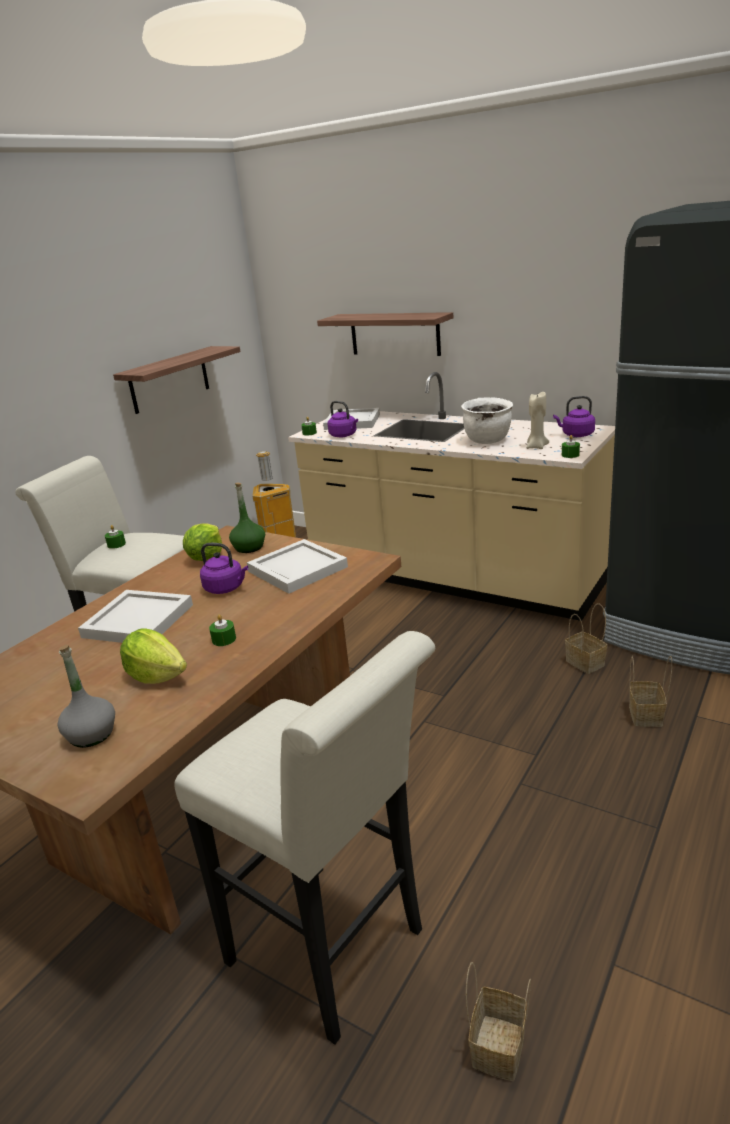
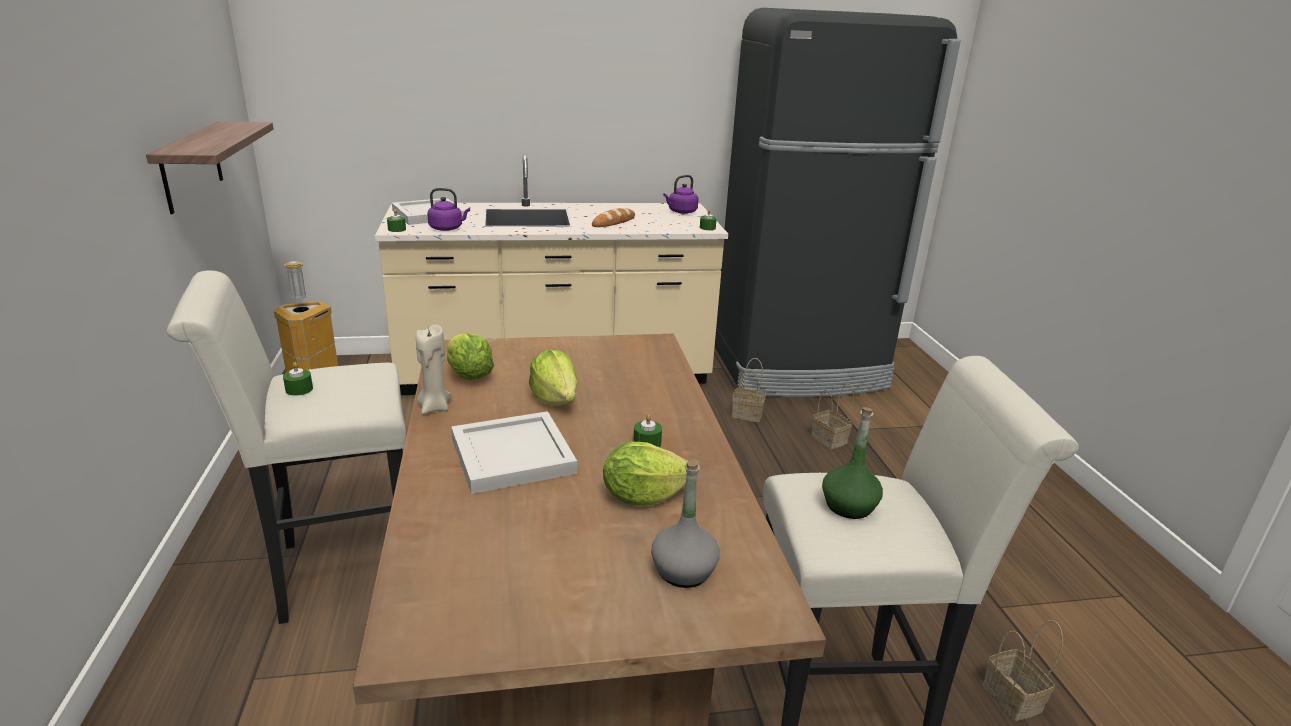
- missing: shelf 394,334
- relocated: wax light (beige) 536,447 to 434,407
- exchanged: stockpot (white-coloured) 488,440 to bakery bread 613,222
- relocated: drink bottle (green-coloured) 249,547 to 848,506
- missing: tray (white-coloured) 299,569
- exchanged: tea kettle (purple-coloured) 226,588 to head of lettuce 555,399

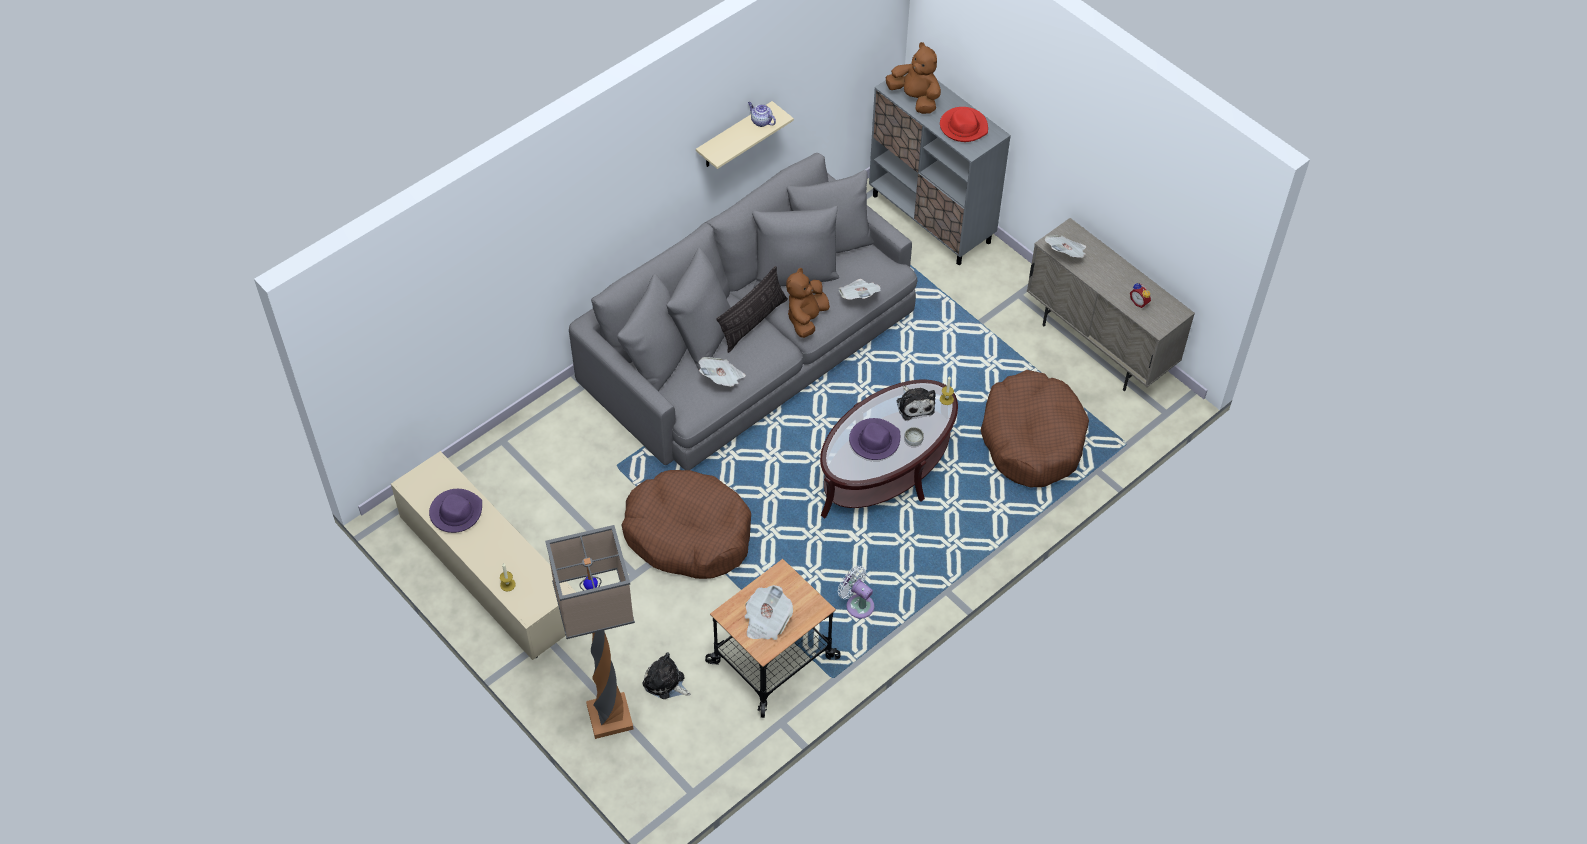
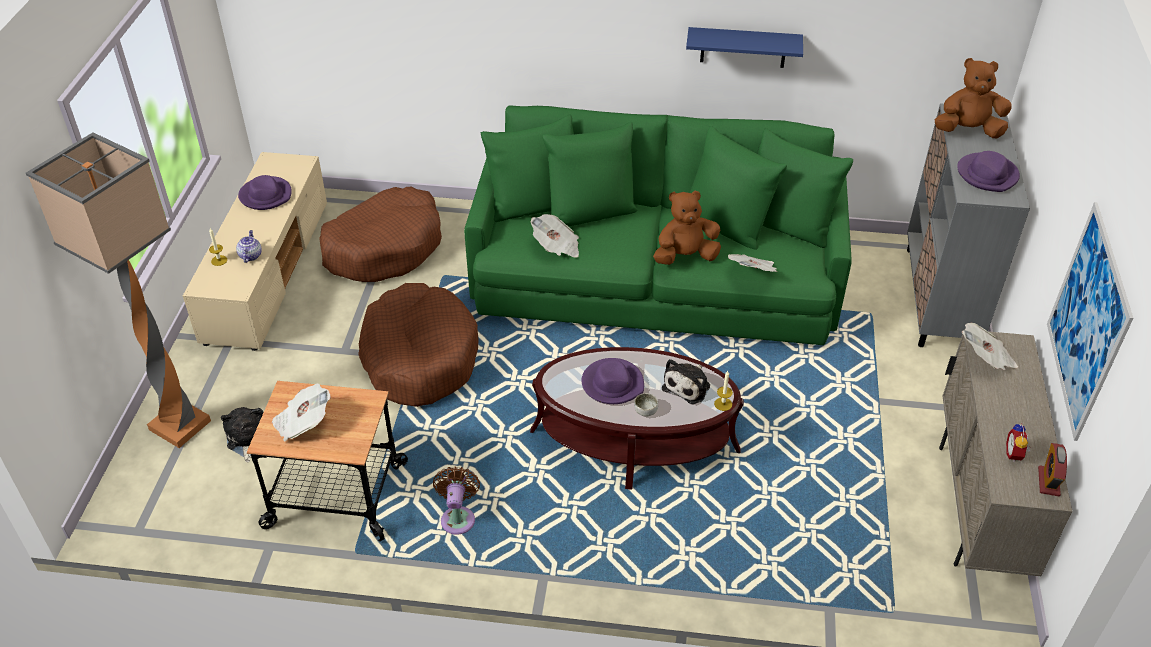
- spun: cuddly toy (brown) 915,98 = 968,131 90 degrees counterclockwise
- colour: shelf (beige) 734,136 to shelf (bluish) 743,47
- relocated: tea pot 761,121 to 250,255
- colour: hat (red) 963,126 to hat (purple-coloured) 987,175
- colour: settee (greyish) 750,345 to settee (green-coloured) 655,275
- missing: pillow 753,322
- relocated: pet bed (brown) 1032,438 to 384,247
- colour: cooling fan (white-coloured) 857,604 to cooling fan (brown) 458,517
- appeared: picture 1087,321
- appeared: bedside clock 1048,481

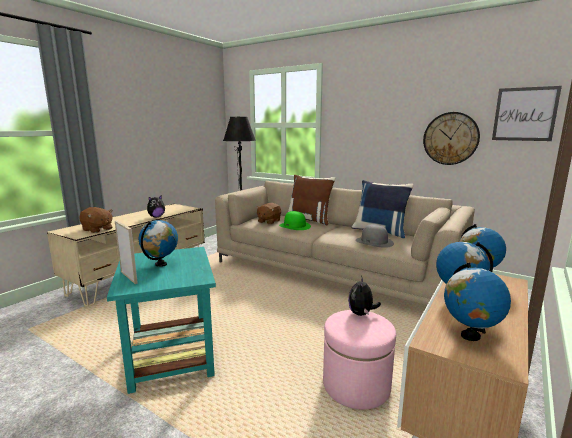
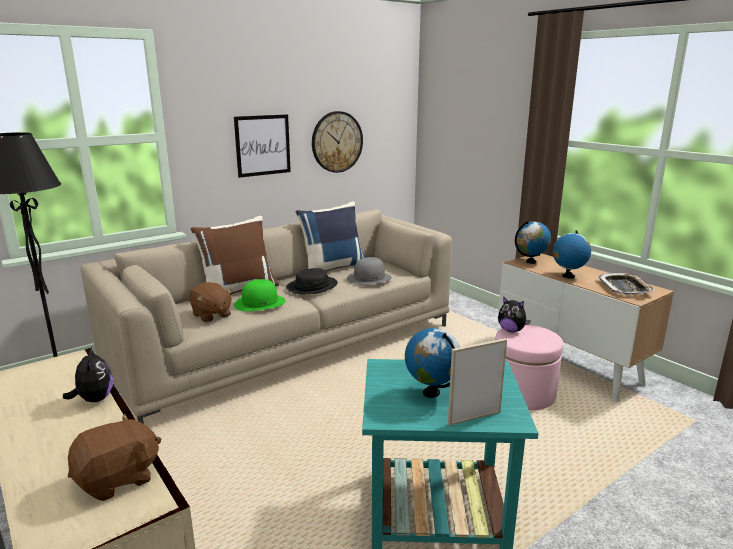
- relocated: picture 524,114 to 263,145
- exchanged: desk globe 470,336 to tray 625,288
- appeared: hat (black) 312,286

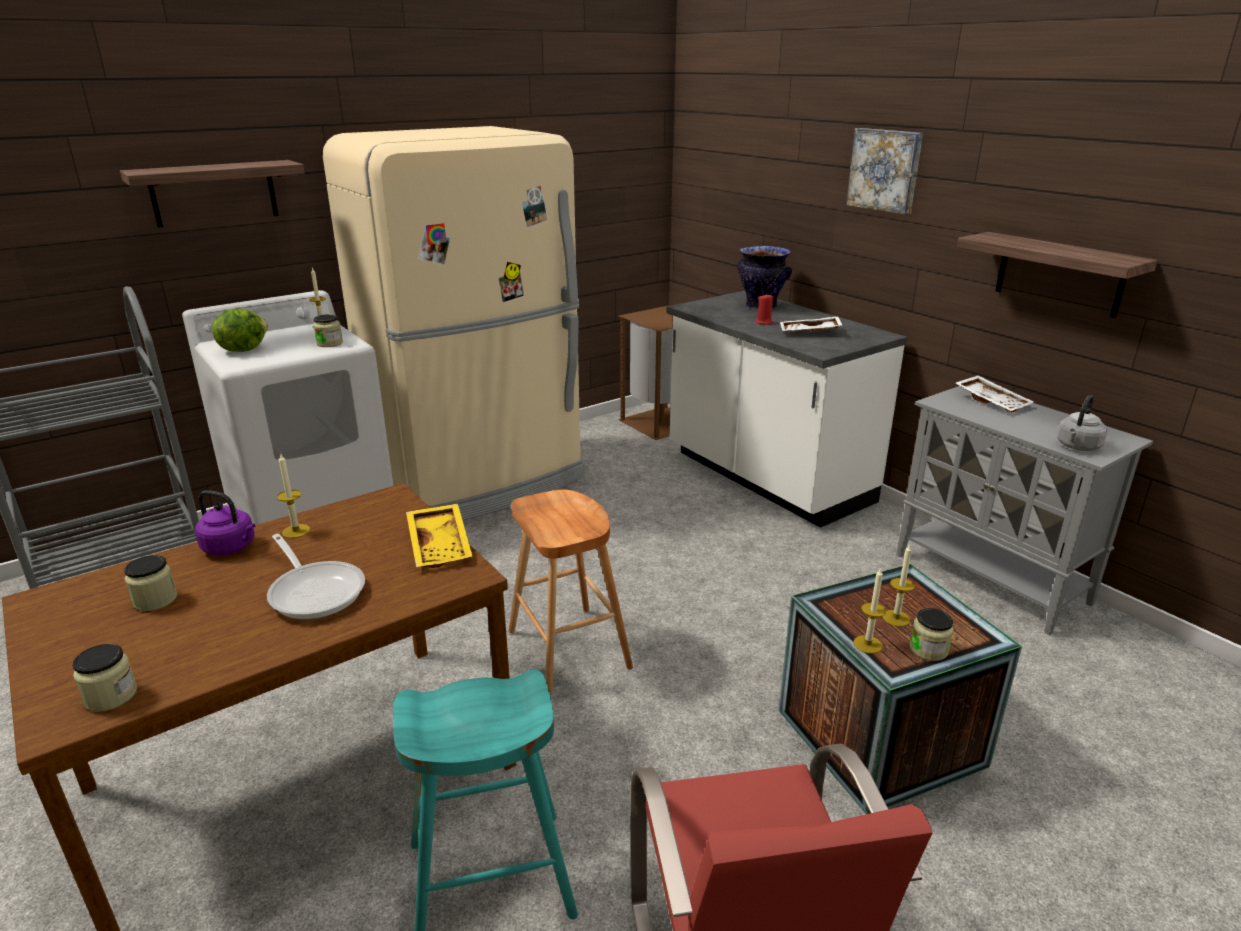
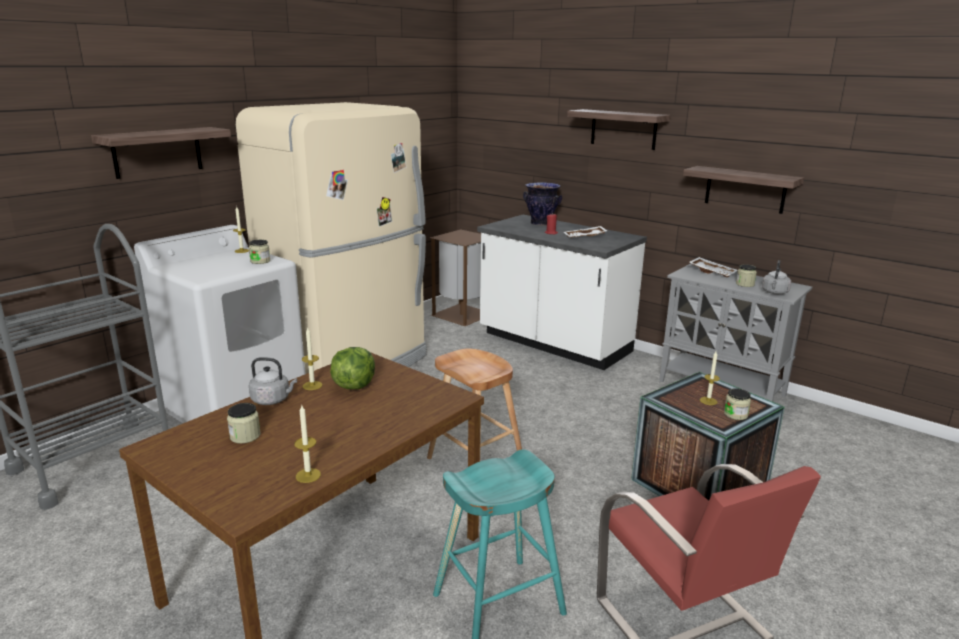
- exchanged: picture 885,170 to shelf 623,129
- relocated: head of lettuce 243,349 to 354,385
- colour: tea kettle (purple-coloured) 231,547 to tea kettle (greyish) 273,400
- missing: tray (yellowish) 441,545
- missing: pan 315,591
- relocated: wax light 867,644 to 308,475
- relocated: storage jar 111,696 to 745,284

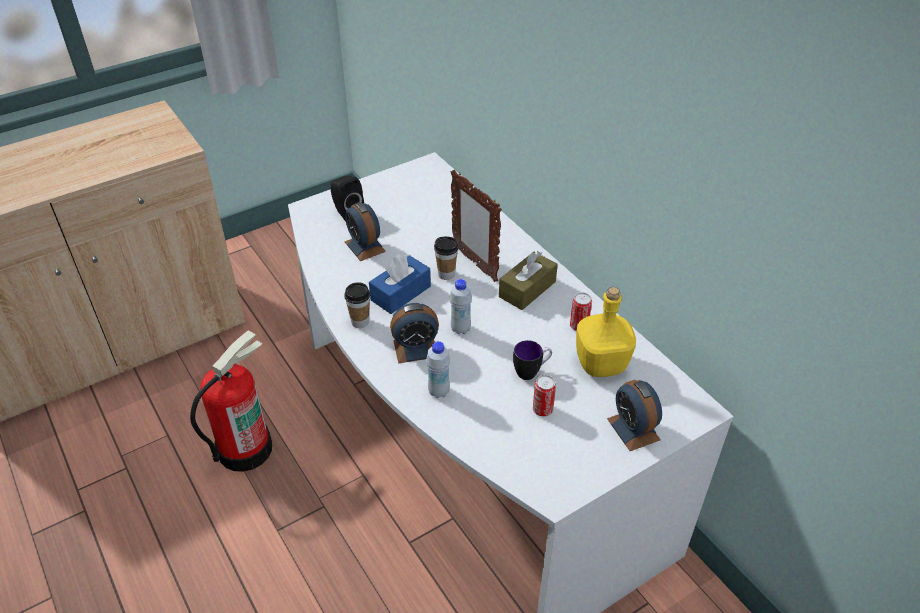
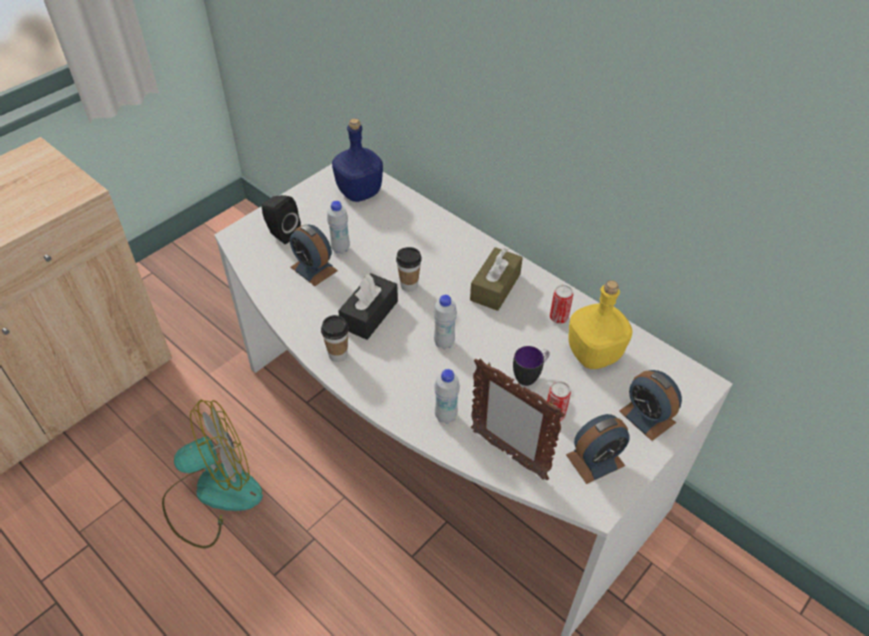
- relocated: photo frame 474,263 to 508,454
- colour: box of tissues (bluish) 400,293 to box of tissues (black) 369,314
- relocated: bedside clock 415,348 to 595,460
- exchanged: fire extinguisher 244,448 to cooling fan 212,495
- appeared: drink bottle (bluish) 360,192
- appeared: drink bottle (white-coloured) 340,249

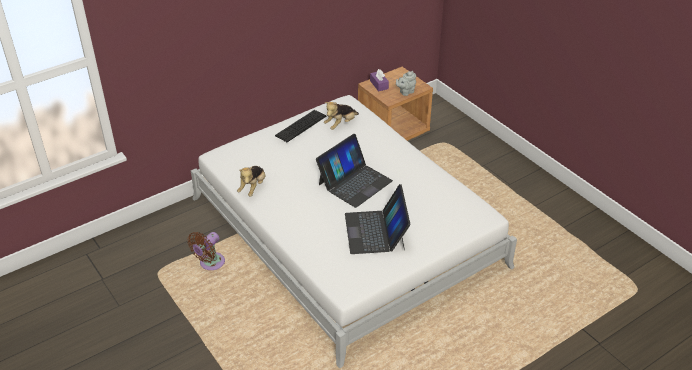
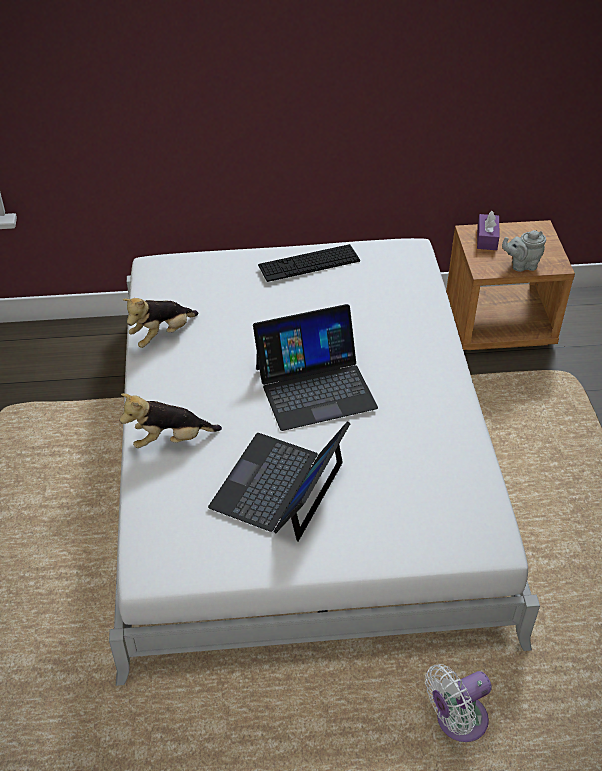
- relocated: cuddly toy 341,124 to 170,440
- missing: cooling fan (brown) 210,263
- appeared: cooling fan (white-coloured) 456,721

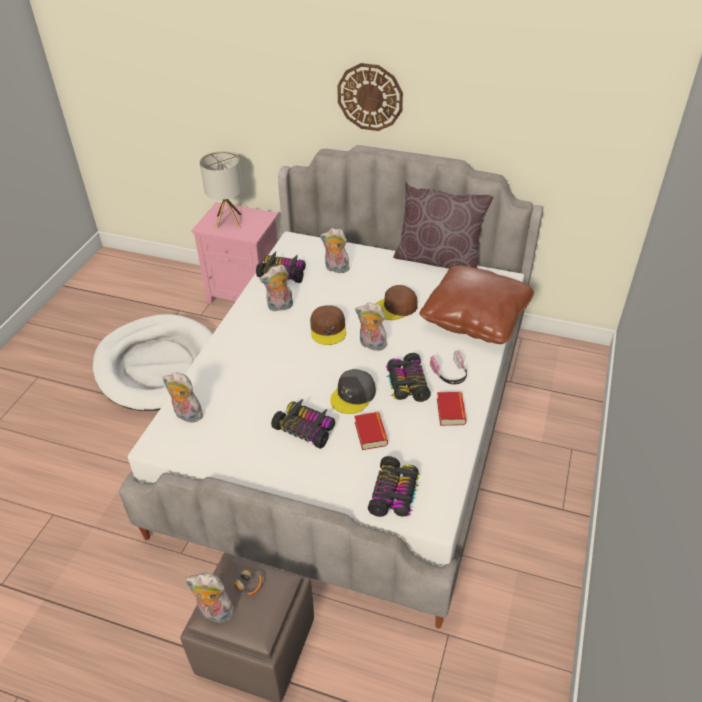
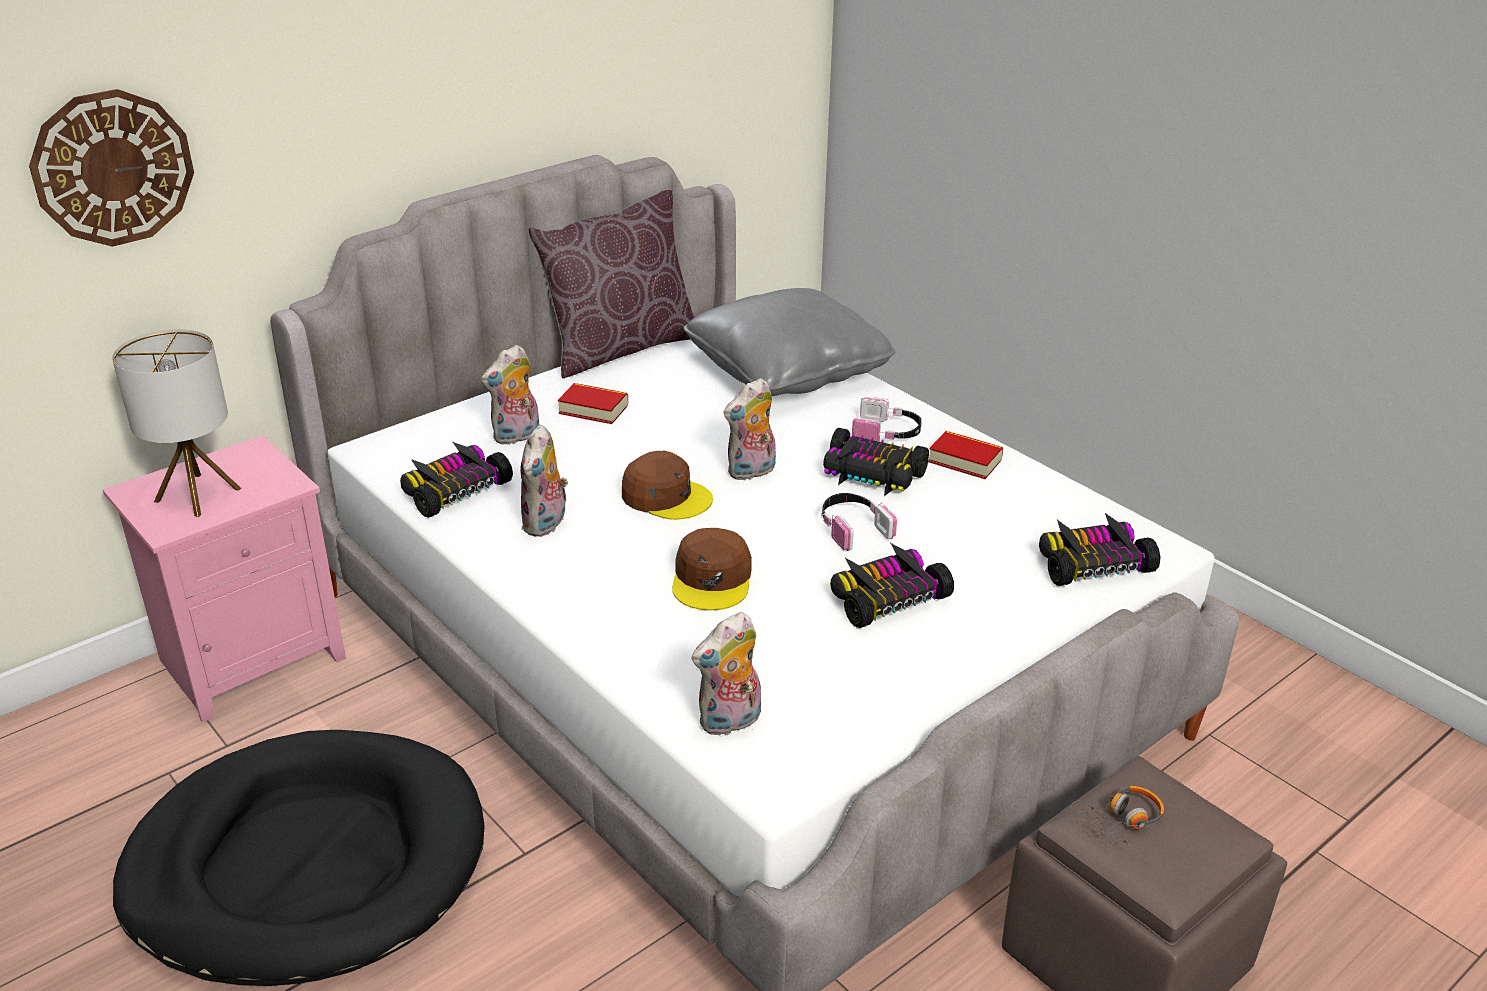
- relocated: wall clock 370,97 to 113,168
- colour: pillow (brown) 475,317 to pillow (greyish) 787,370
- relocated: baseball cap (brown) 396,307 to 712,579
- colour: pet bed (white-coloured) 159,366 to pet bed (black) 308,864
- exchanged: baseball cap (greyish) 353,395 to pair of headphones 852,528
- relocated: volume 370,434 to 593,409
- spun: model car 395,494 = 1092,564 60 degrees counterclockwise
- missing: cuddly toy 214,613

